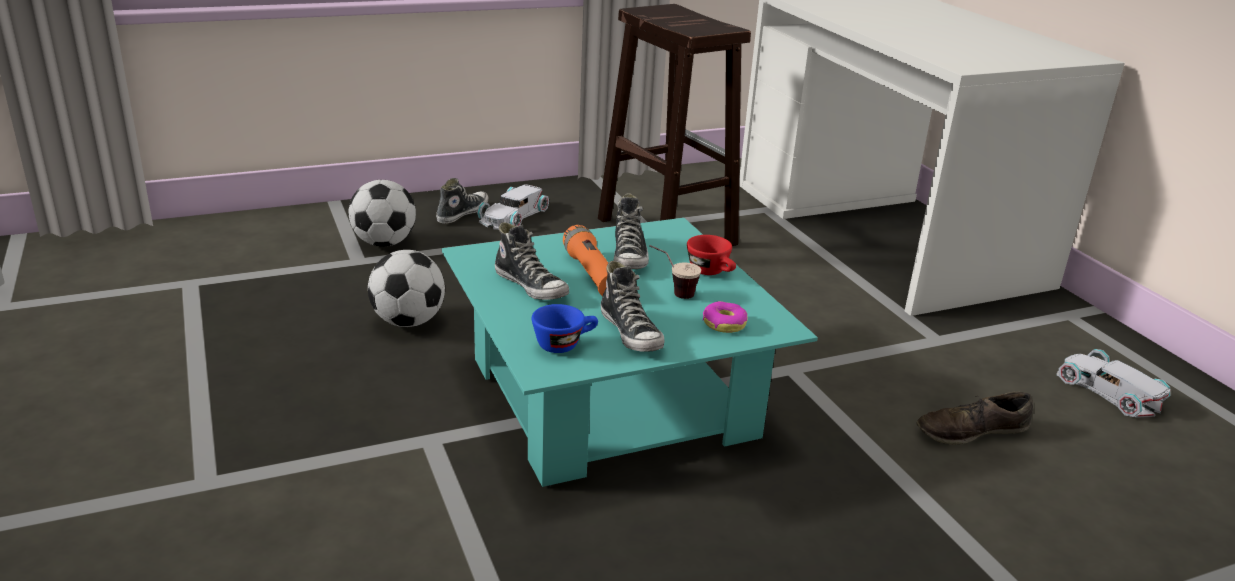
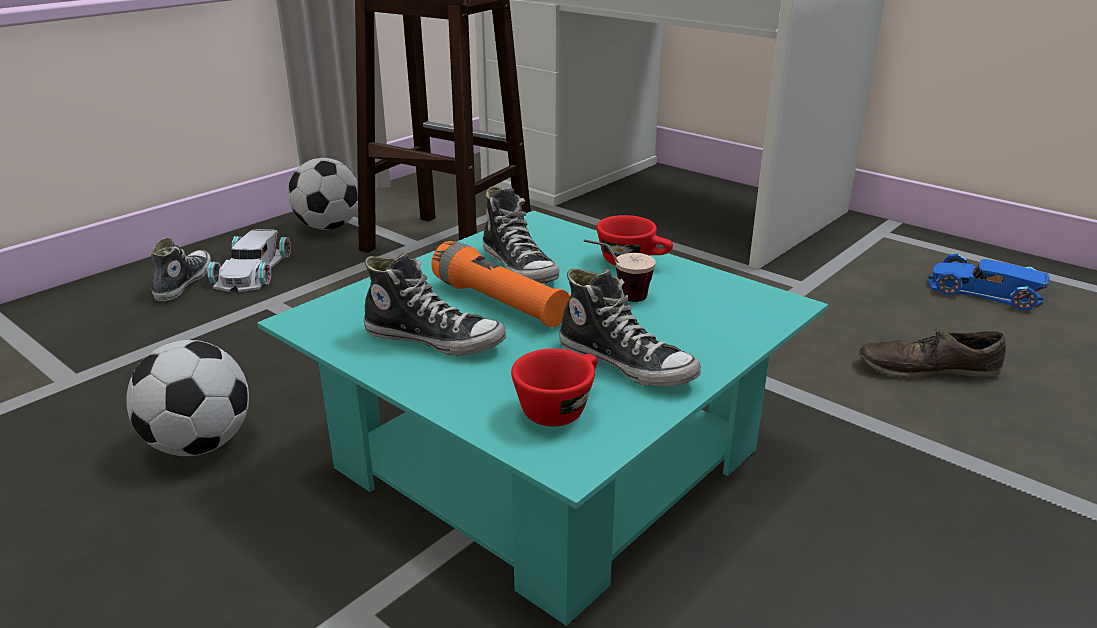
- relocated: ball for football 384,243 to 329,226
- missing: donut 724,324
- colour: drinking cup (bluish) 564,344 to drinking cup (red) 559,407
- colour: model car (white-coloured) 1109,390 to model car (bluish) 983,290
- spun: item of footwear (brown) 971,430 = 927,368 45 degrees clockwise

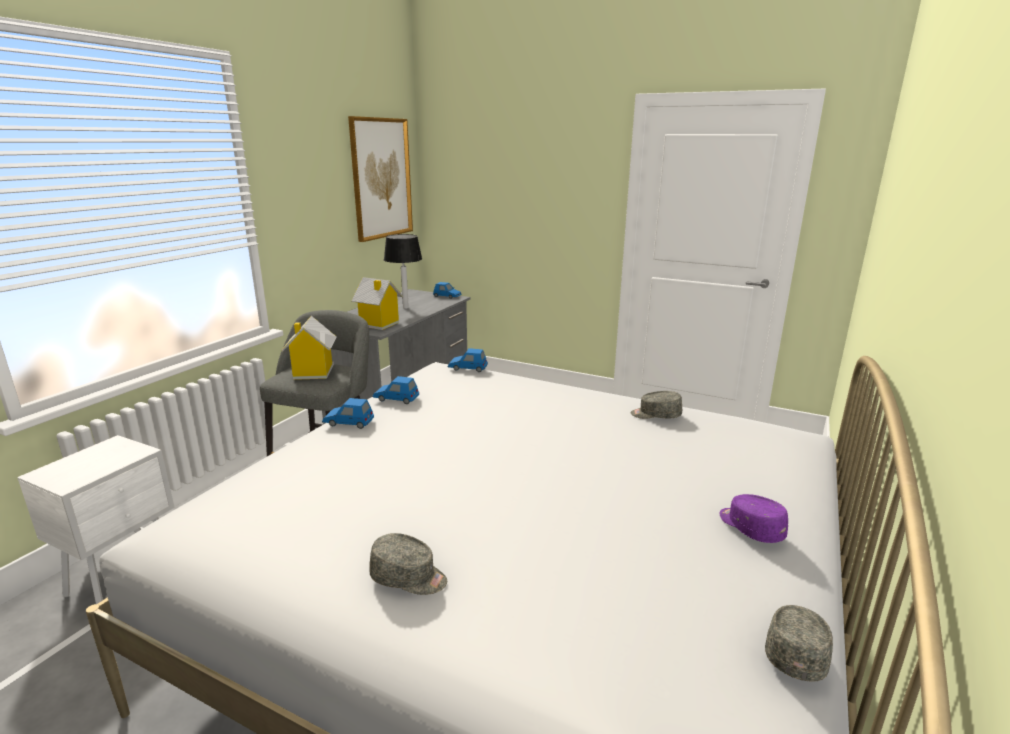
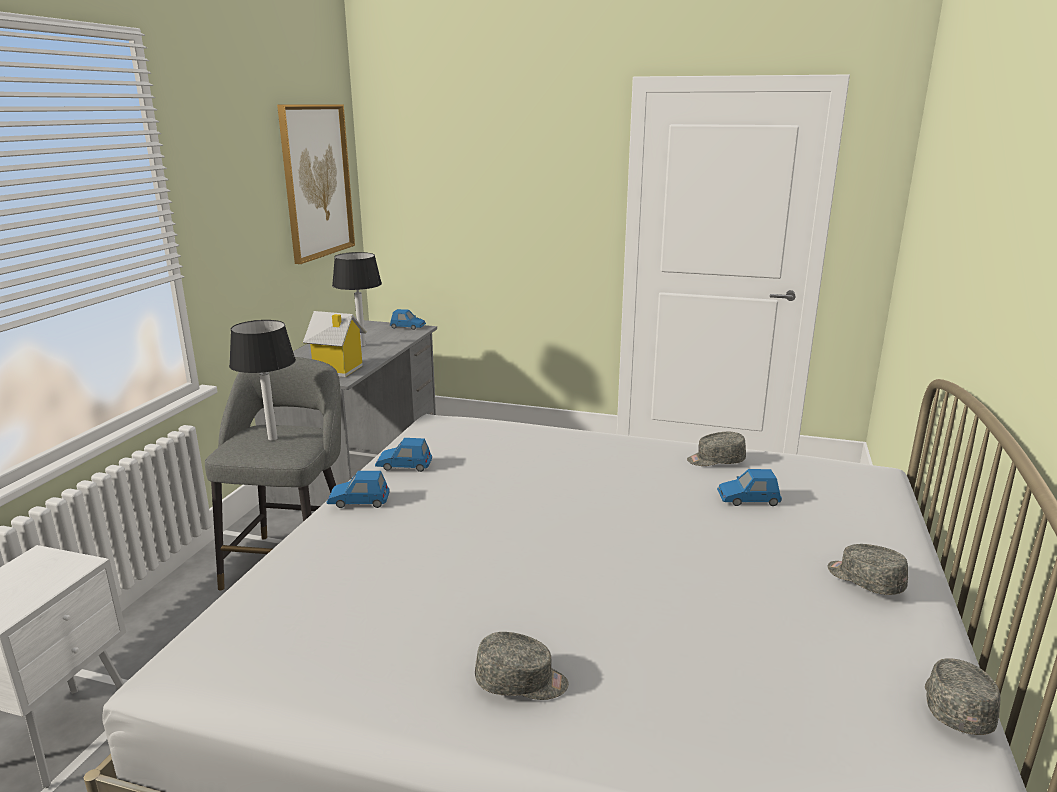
- exchanged: miniature house 313,372 to lamp for a table 272,439
- relocated: model car (bluish) 468,368 to 748,499
- colour: baseball cap (purple-coloured) 750,527 to baseball cap (greyish) 864,580

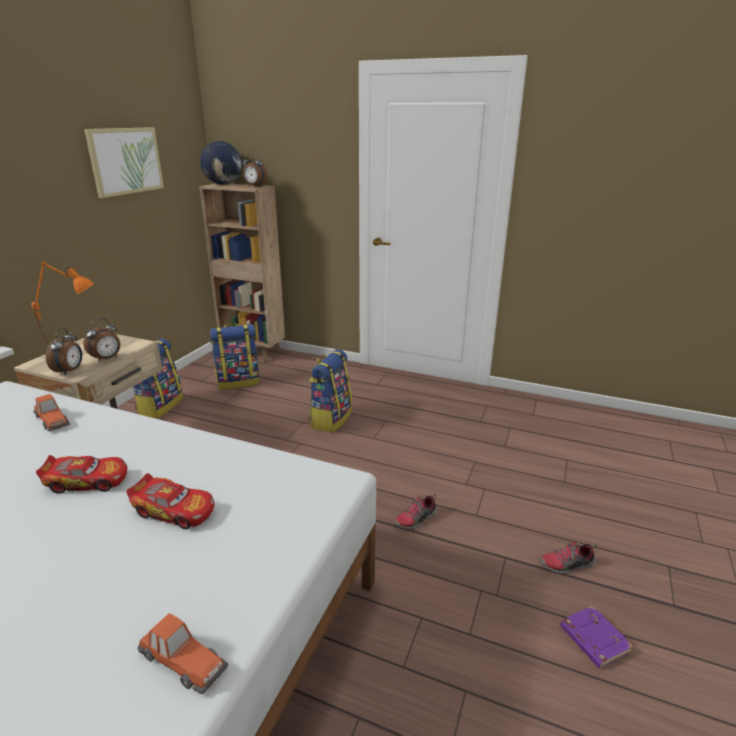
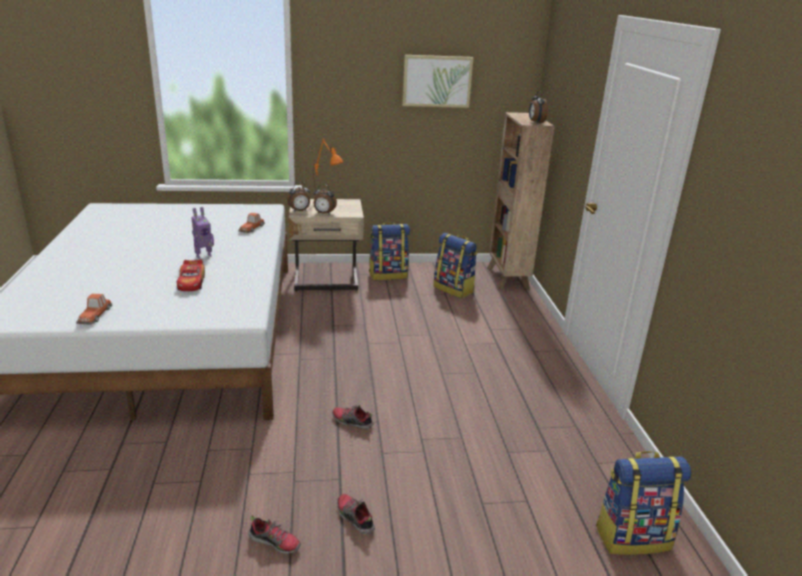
- missing: desk globe 224,184
- relocated: rucksack 330,419 to 632,536
- exchanged: model car 87,481 to toy robot 203,255
- exchanged: volume (purple-coloured) 593,639 to item of footwear 275,542

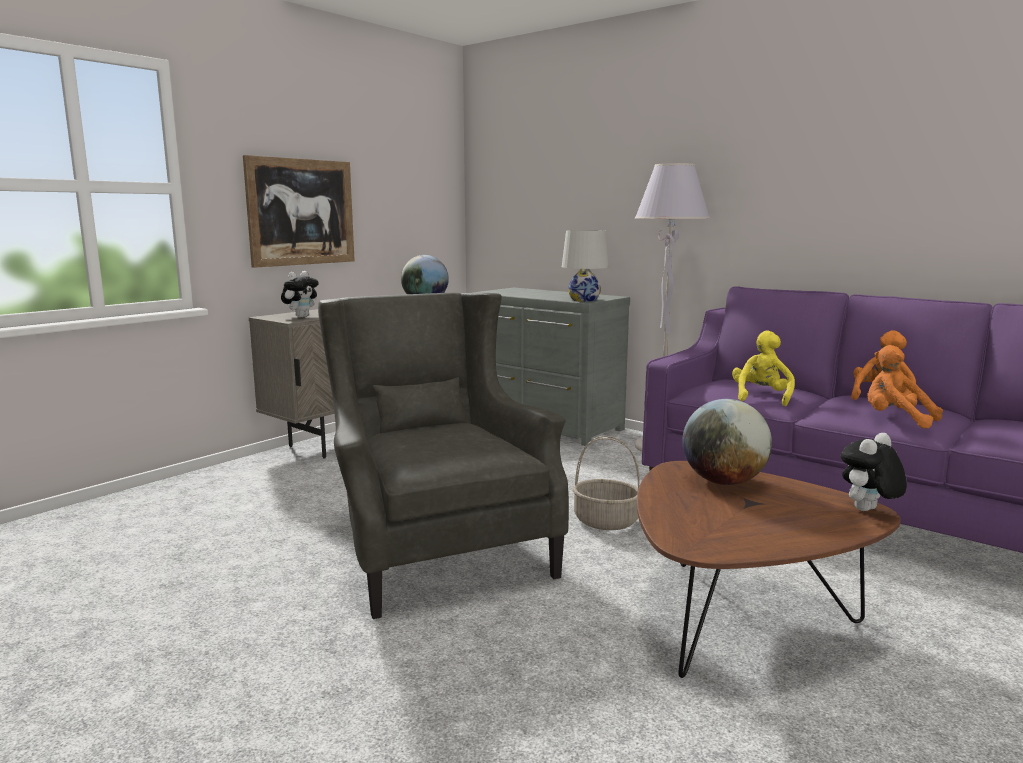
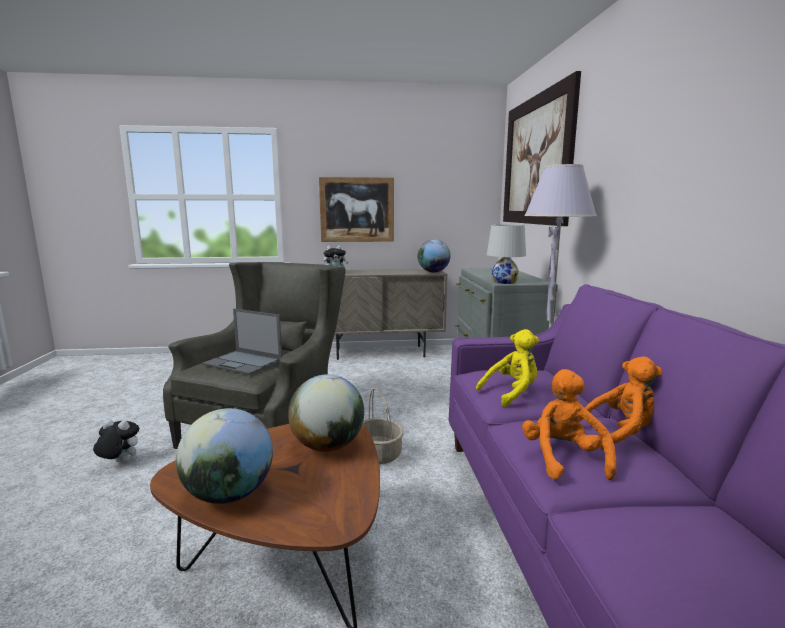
- relocated: cuddly toy 868,511 to 119,462
- appeared: picture 536,161
- appeared: notebook computer 244,362
- appeared: desk globe 229,495

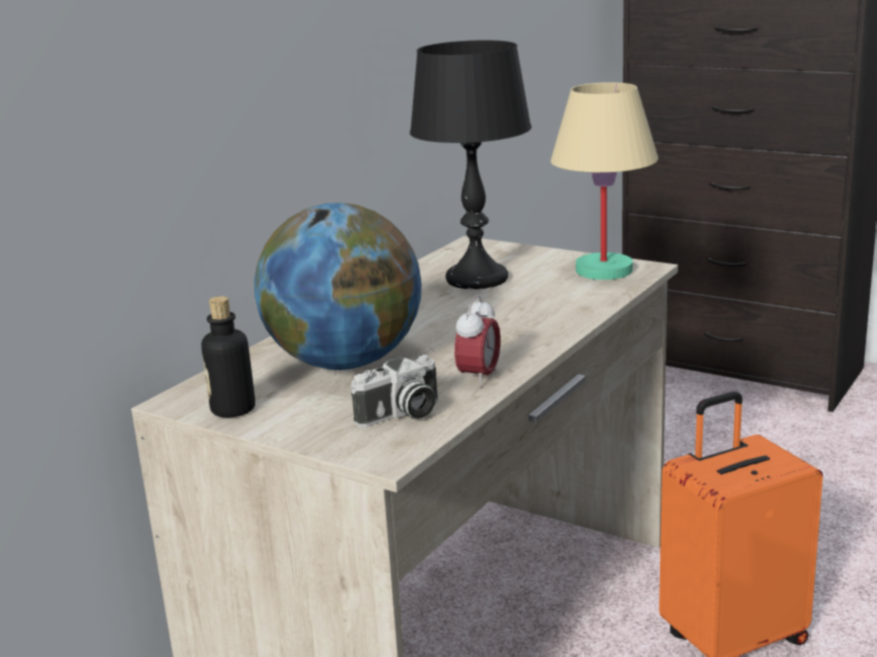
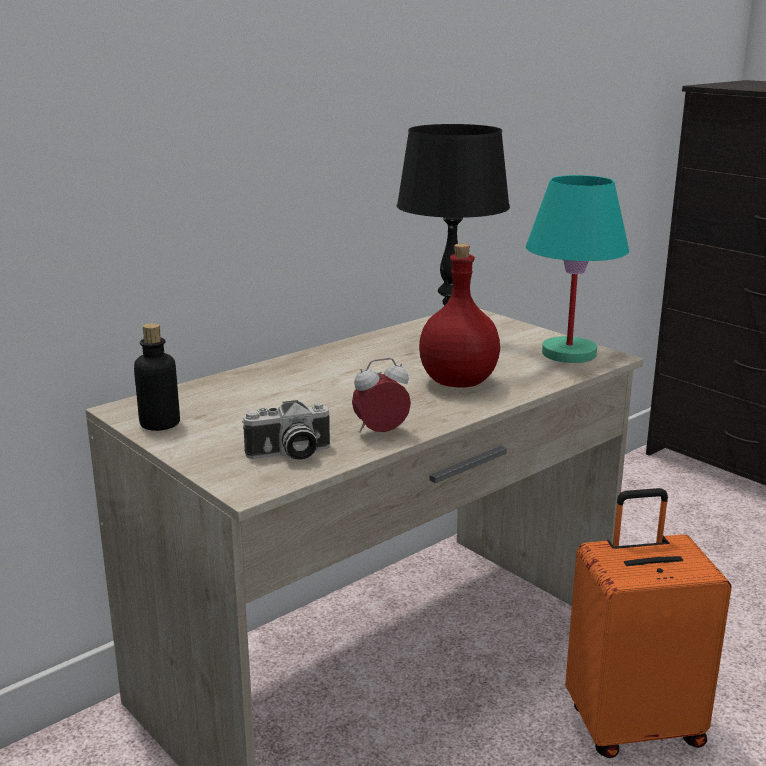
- colour: lamp for a table (beige) 605,270 to lamp for a table (blue-green) 570,353
- missing: desk globe 345,363
- spun: bedside clock 479,378 = 381,433 150 degrees counterclockwise
- appeared: drink bottle (red) 457,382

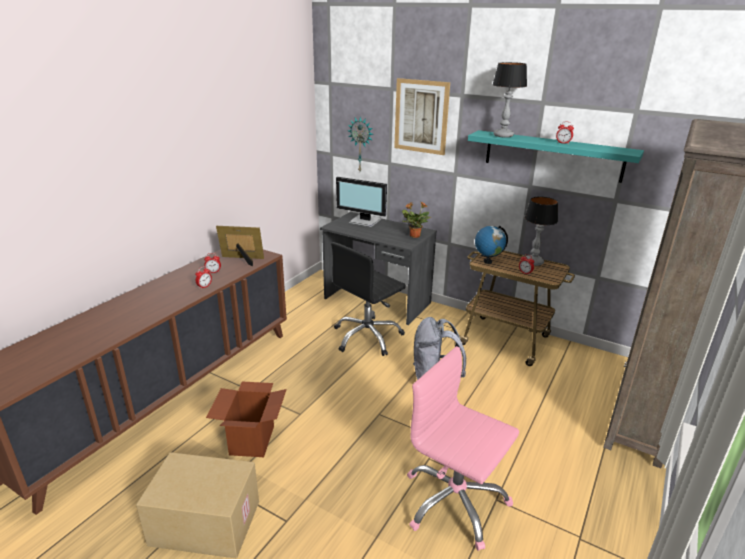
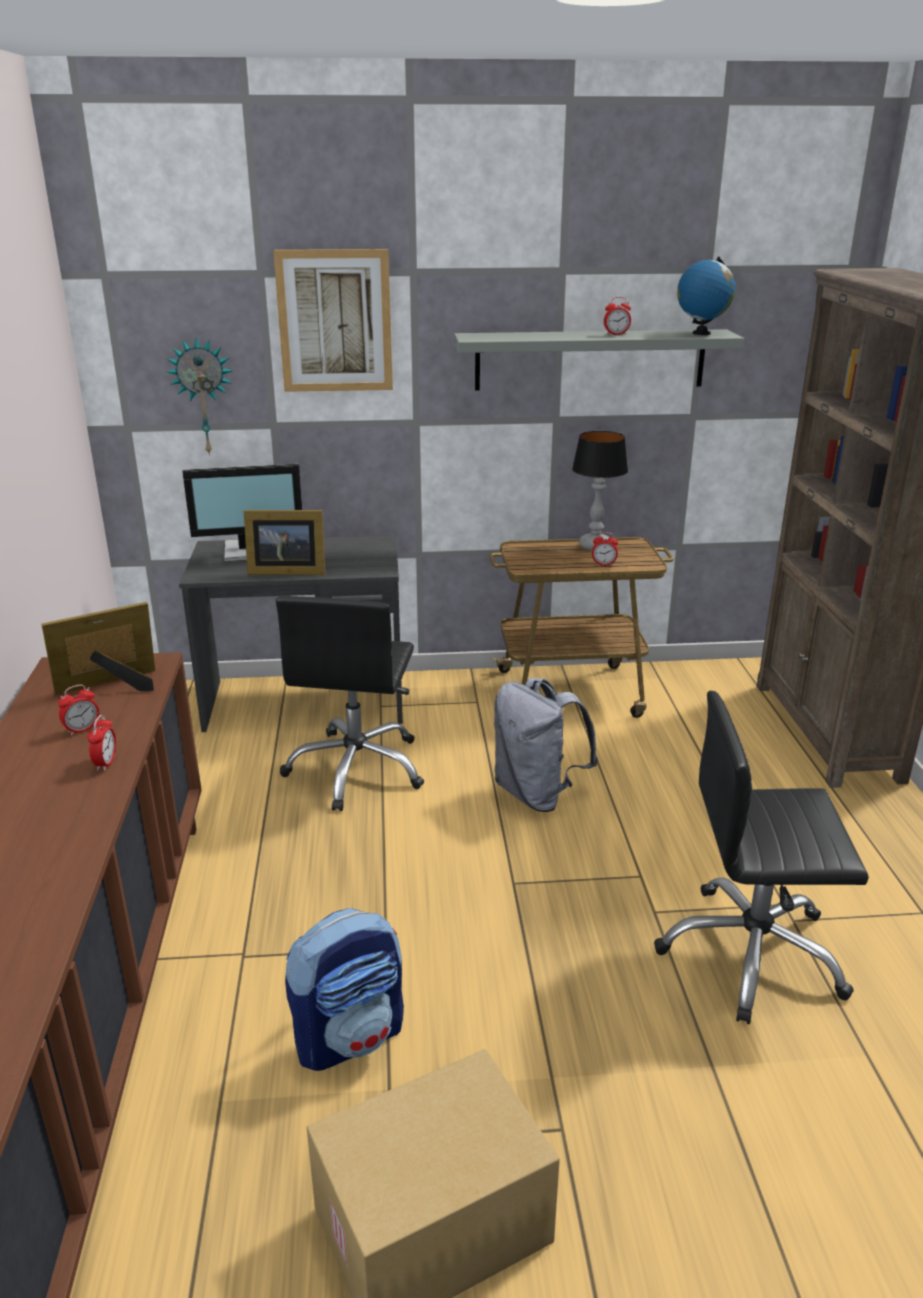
- missing: lamp for a table 502,135
- colour: shelf (blue-green) 552,155 to shelf (greyish) 590,359
- missing: potted plant 414,235
- relocated: desk globe 487,261 to 701,333
- colour: computer chair (pink) 454,502 to computer chair (black) 751,953
- exchanged: carton 252,440 to rucksack 350,1036
- appeared: photo frame 285,571

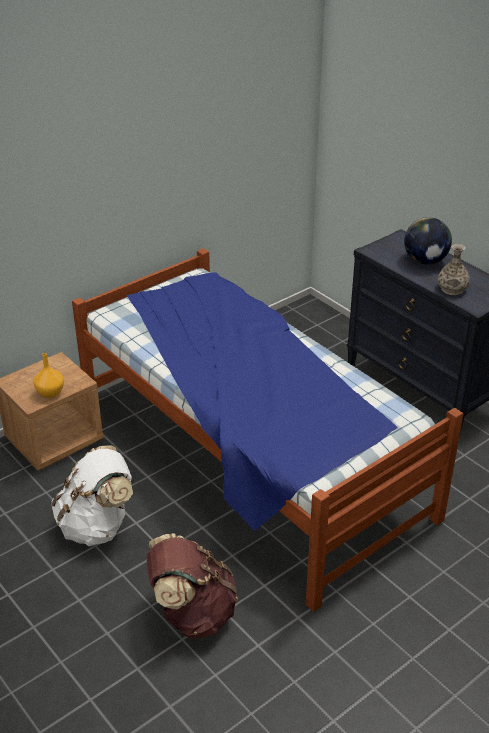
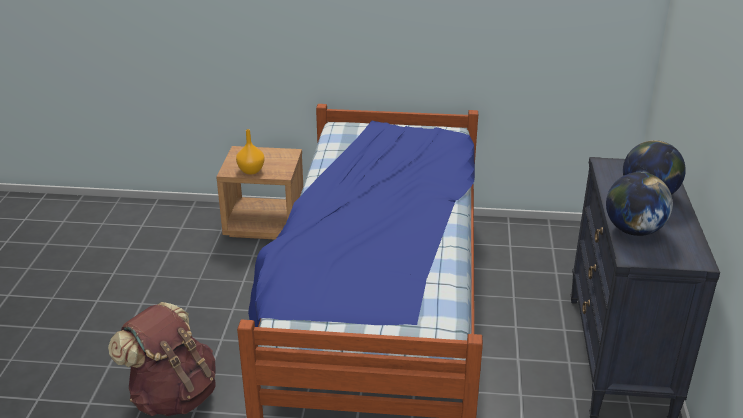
- exchanged: flower vase 452,289 to desk globe 633,230
- missing: rucksack (white-coloured) 97,526

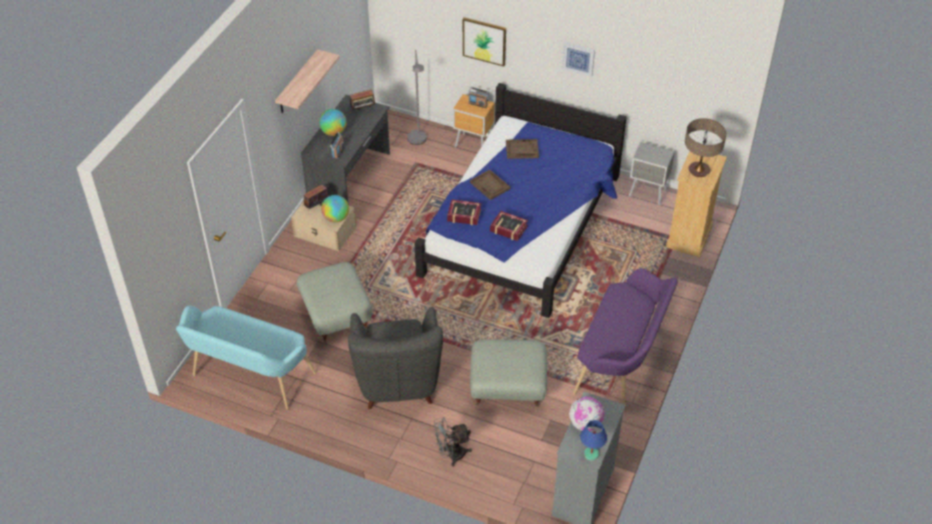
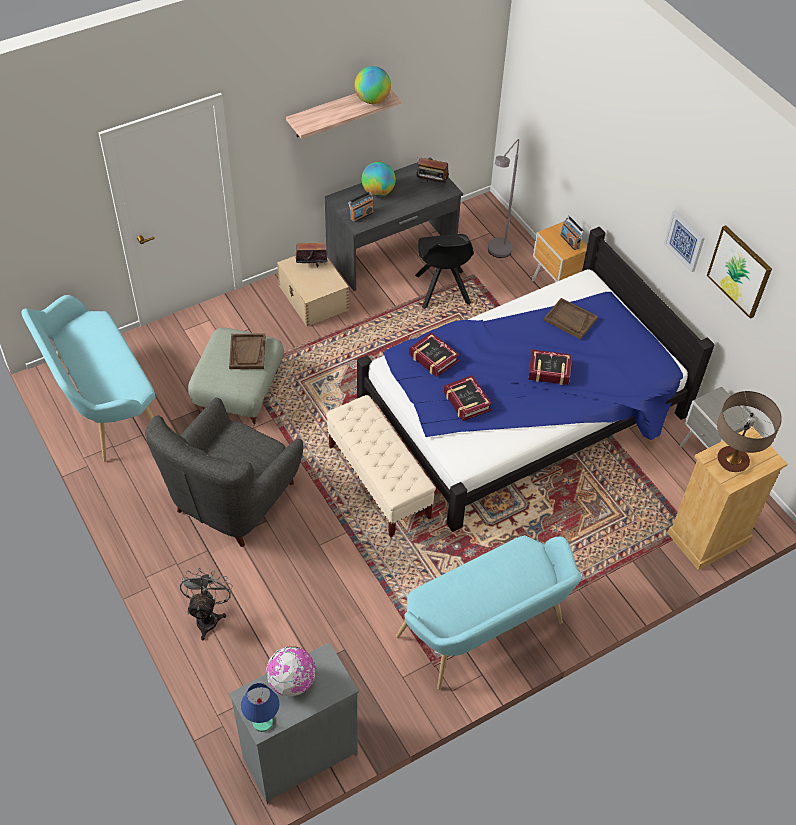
- relocated: picture 484,41 to 739,271
- relocated: tray (brown) 490,185 to 247,352
- relocated: desk globe 336,218 to 372,100
- colour: indoor bench (purple-coloured) 621,361 to indoor bench (blue-green) 486,634
- missing: pouffe (greyish) 507,388
- spun: cooling fan (greyish) 451,455 = 208,616 75 degrees clockwise
- appeared: plain chair (black) 442,291
- appeared: volume 549,371
- appeared: indoor bench (beige) 379,482

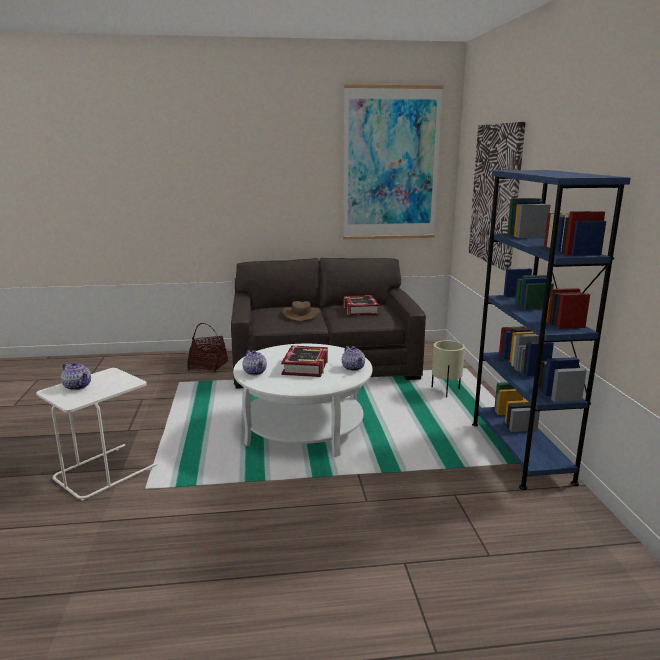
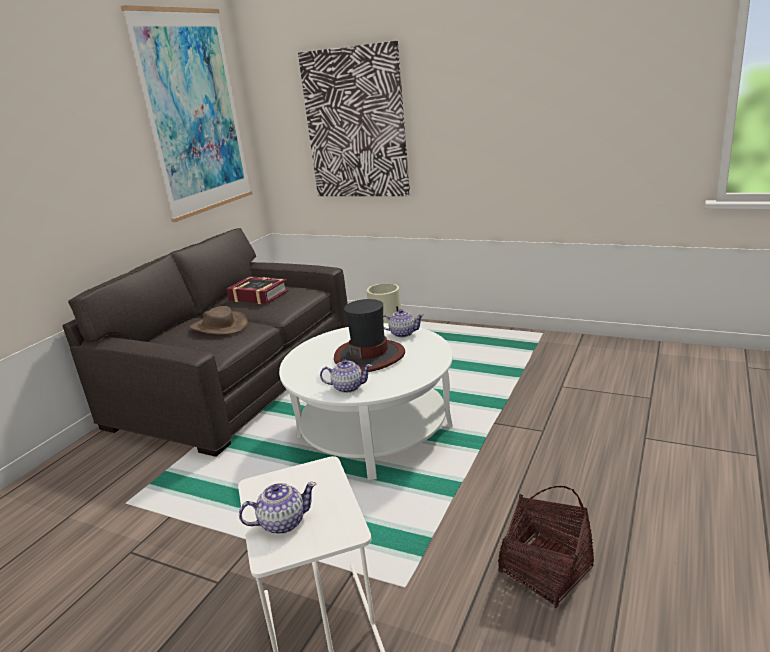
- missing: bookshelf (bluish) 520,452
- relocated: basket 208,366 to 545,570
- exchanged: volume 306,367 to hat 369,356

